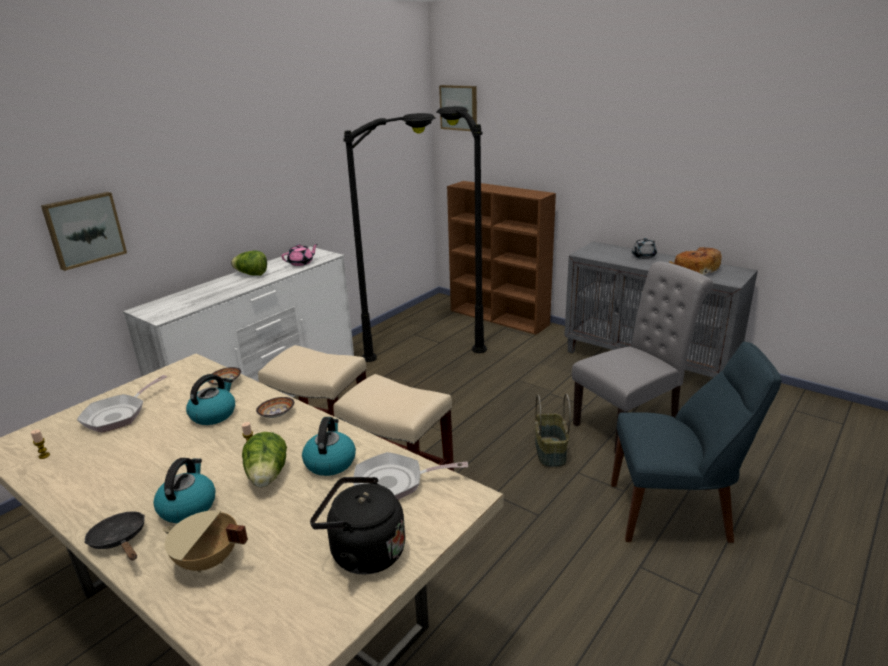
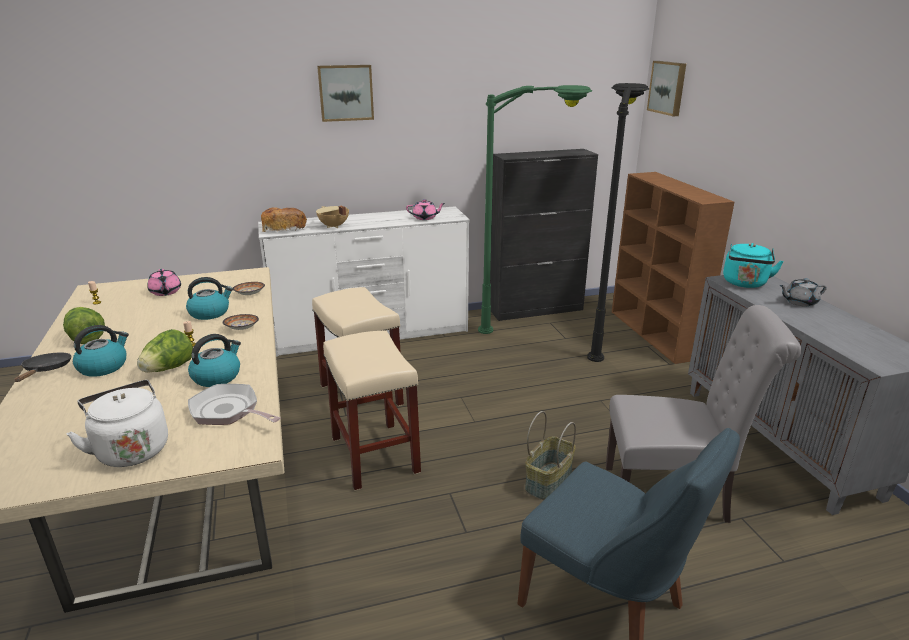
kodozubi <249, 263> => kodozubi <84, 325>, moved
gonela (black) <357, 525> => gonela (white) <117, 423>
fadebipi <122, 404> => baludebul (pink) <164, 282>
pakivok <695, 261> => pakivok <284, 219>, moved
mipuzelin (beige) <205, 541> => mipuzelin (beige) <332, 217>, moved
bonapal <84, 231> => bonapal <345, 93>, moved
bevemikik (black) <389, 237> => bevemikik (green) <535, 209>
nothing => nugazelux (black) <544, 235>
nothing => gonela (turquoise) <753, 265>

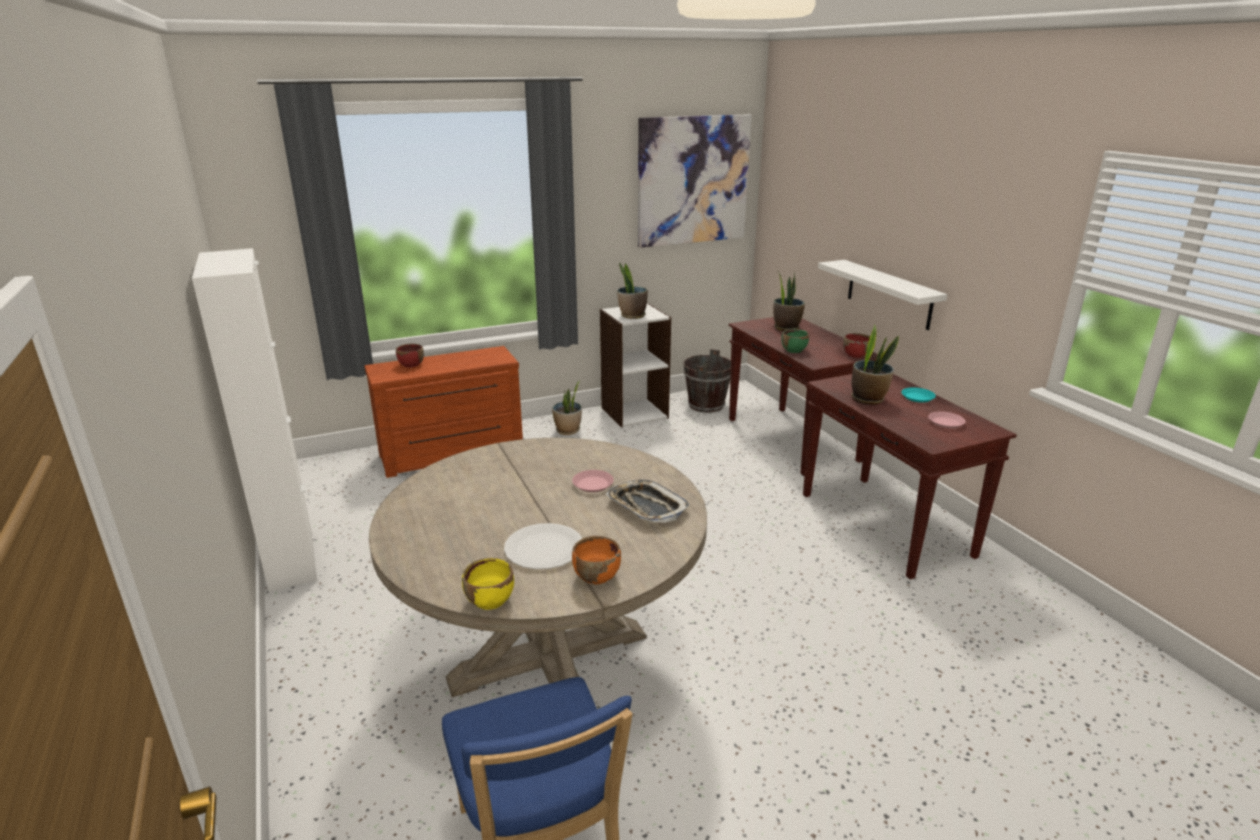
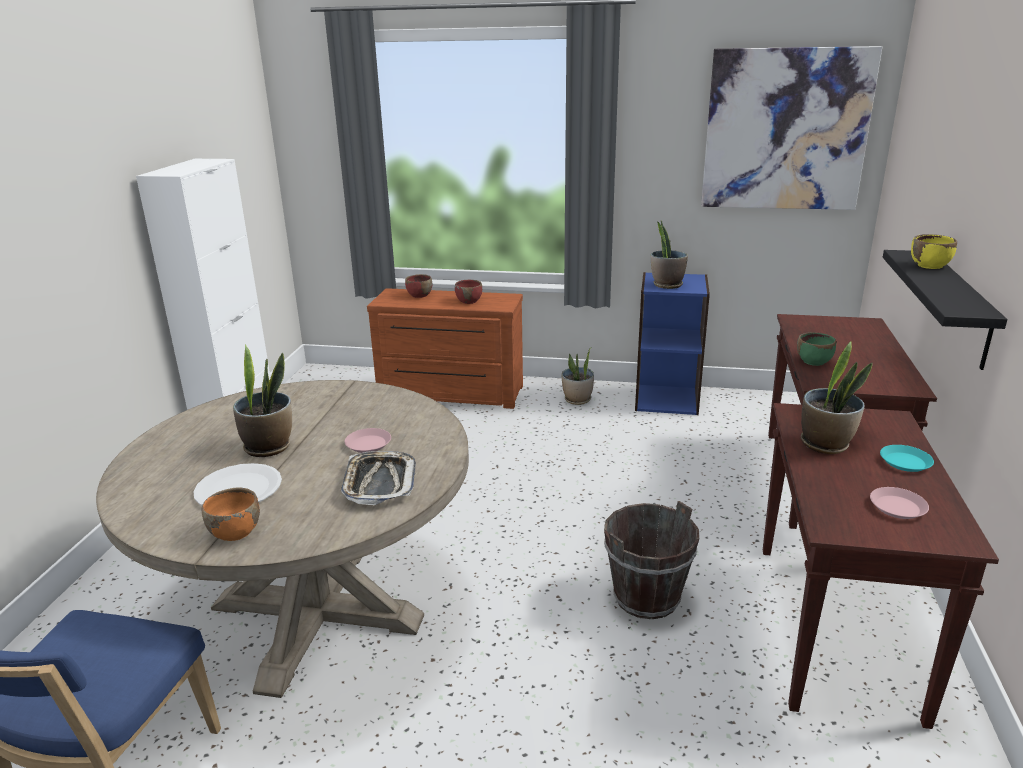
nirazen <789, 301> => nirazen <262, 401>, moved
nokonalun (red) <856, 345> => nokonalun (red) <468, 292>, moved
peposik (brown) <707, 381> => peposik (brown) <651, 560>, moved
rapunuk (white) <635, 365> => rapunuk (blue) <672, 343>
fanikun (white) <882, 295> => fanikun (black) <945, 310>
nokonalun (yellow) <488, 584> => nokonalun (yellow) <934, 251>, moved

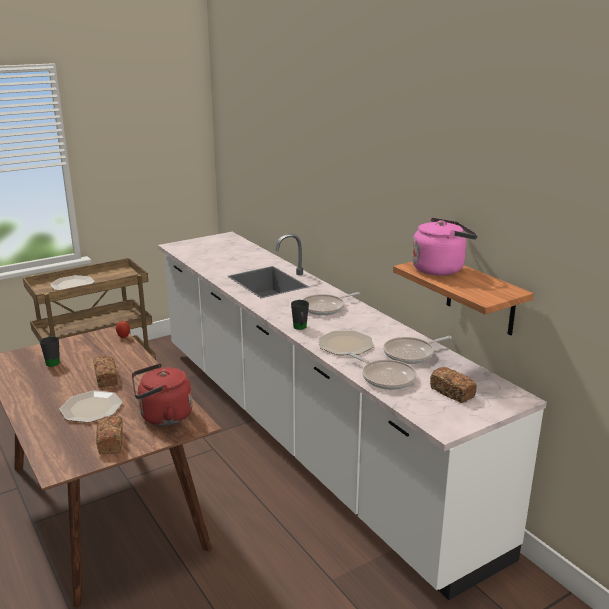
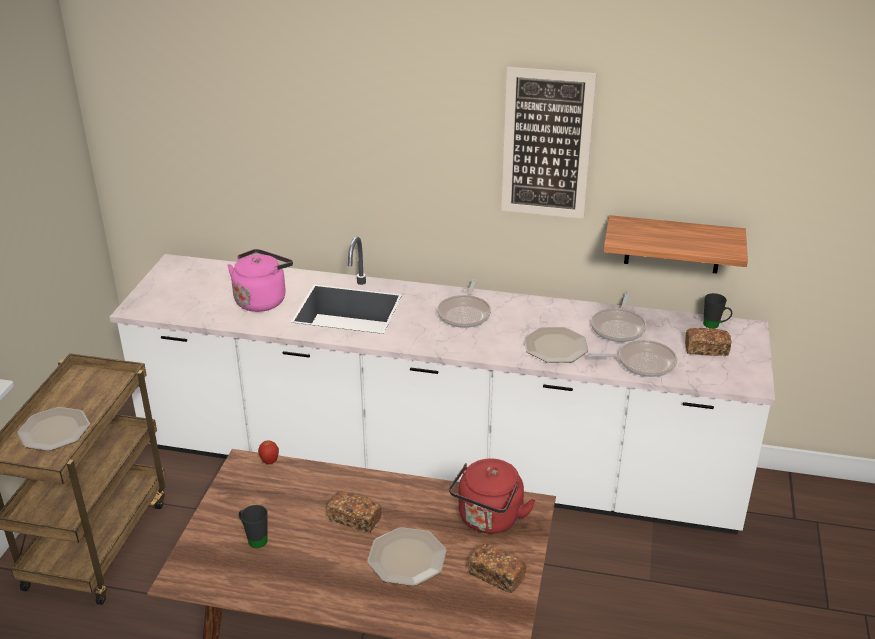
gonela (pink) <444, 246> => gonela (pink) <260, 280>, moved
nothing => bonapal <548, 143>
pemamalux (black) <300, 315> => pemamalux (black) <717, 311>, moved

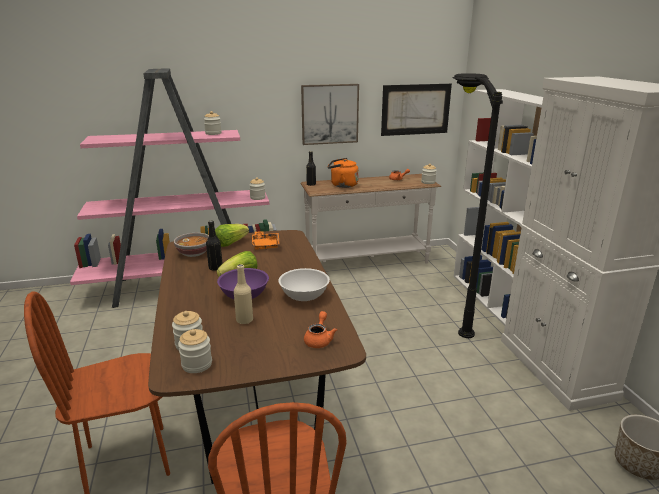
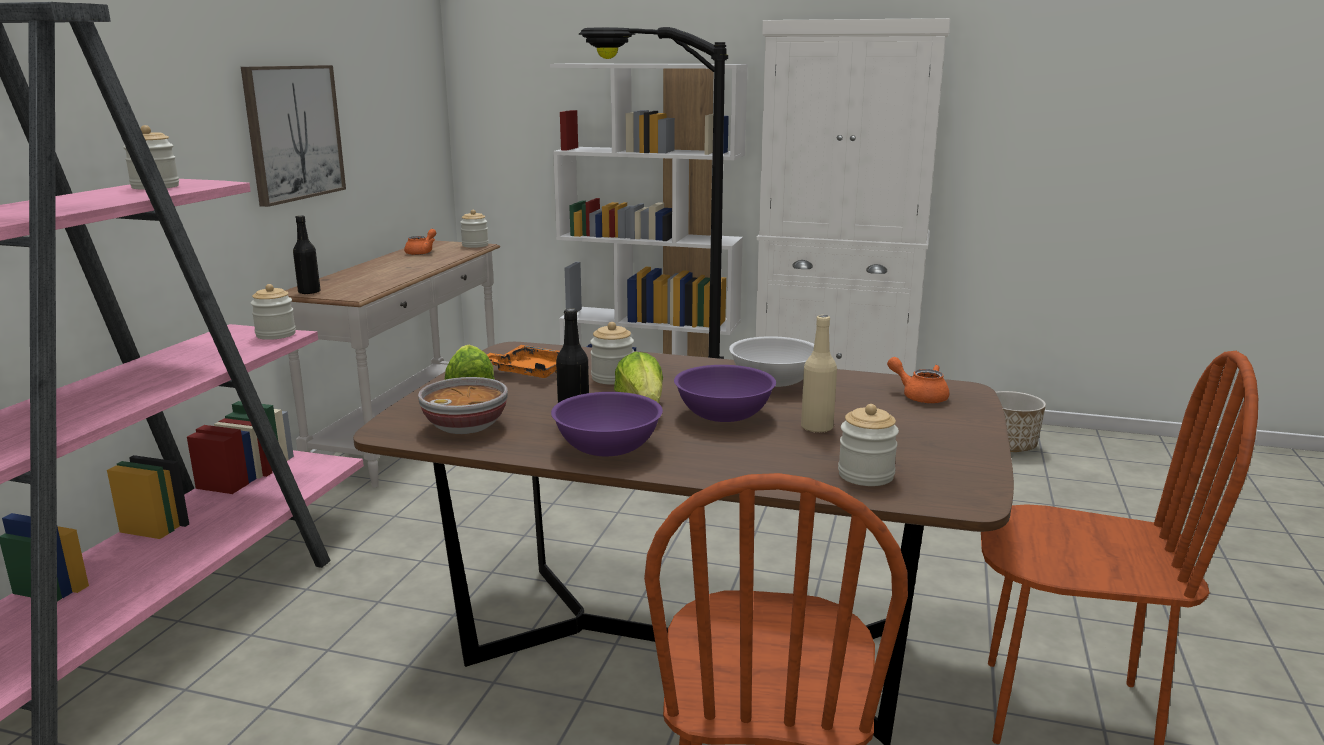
nothing => nokonalun (purple) <607, 424>
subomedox <195, 351> => subomedox <612, 353>, moved
gonela (orange) <343, 173> => nothing
bonapal <416, 110> => nothing

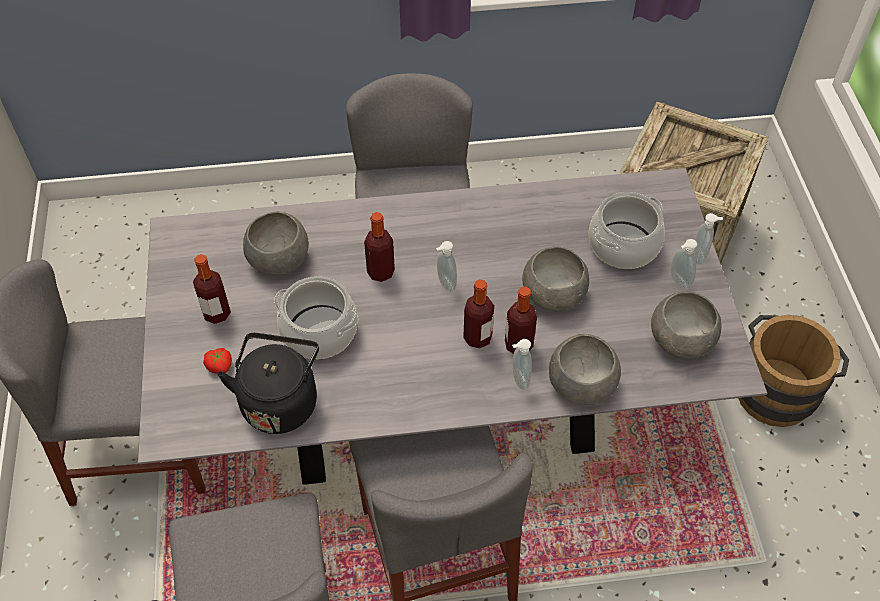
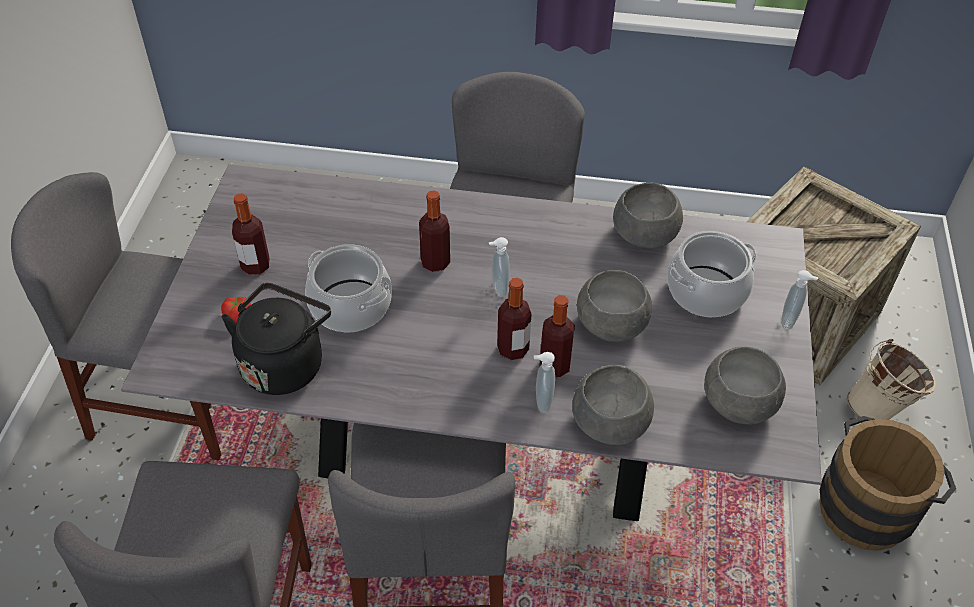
nokonalun (grey) <276, 243> => nokonalun (grey) <648, 215>, moved
nothing => peposik (beige) <891, 379>
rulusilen <684, 264> => nothing

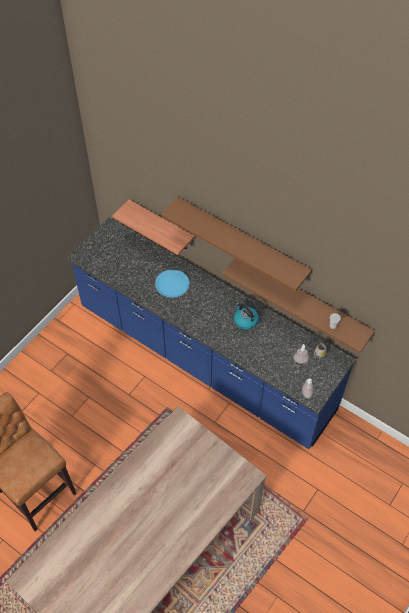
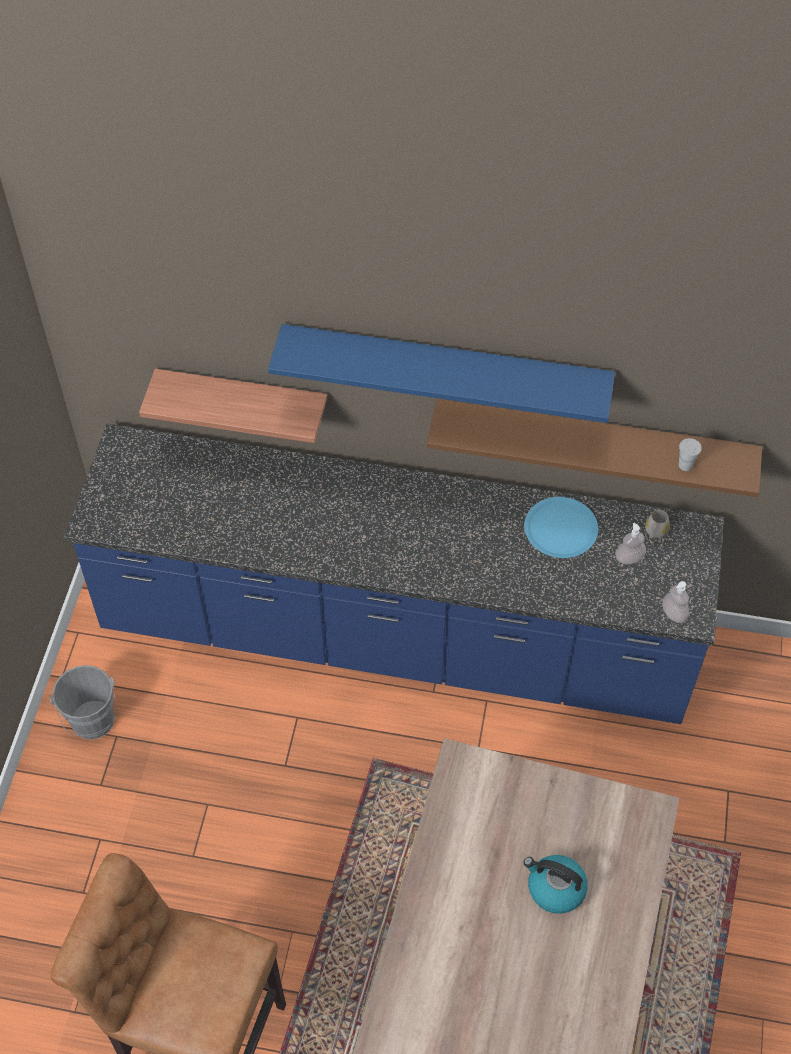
nothing => peposik (grey) <83, 702>
fanikun (brown) <236, 244> => fanikun (blue) <441, 373>
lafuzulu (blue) <172, 283> => lafuzulu (blue) <561, 527>, moved
gonela <246, 316> => gonela <556, 884>, moved

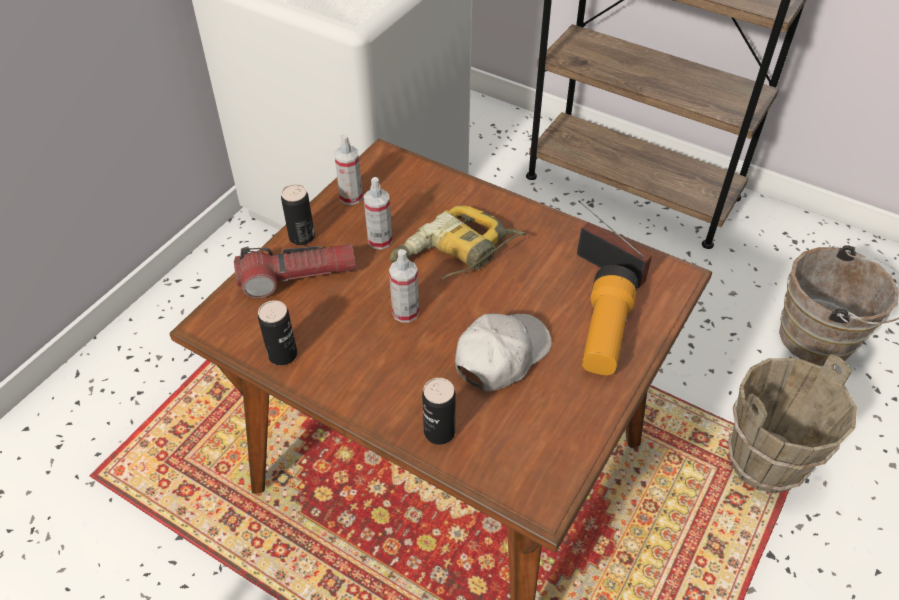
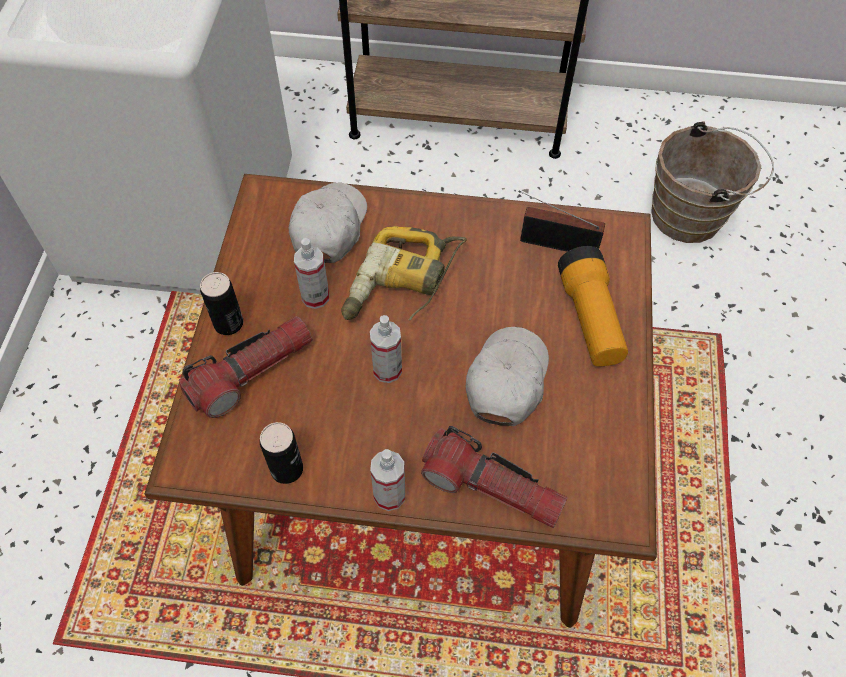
nothing => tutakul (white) <328, 223>
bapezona <348, 169> => bapezona <387, 480>, moved
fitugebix <439, 411> => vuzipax <494, 477>
peposik (brown) <792, 423> => nothing

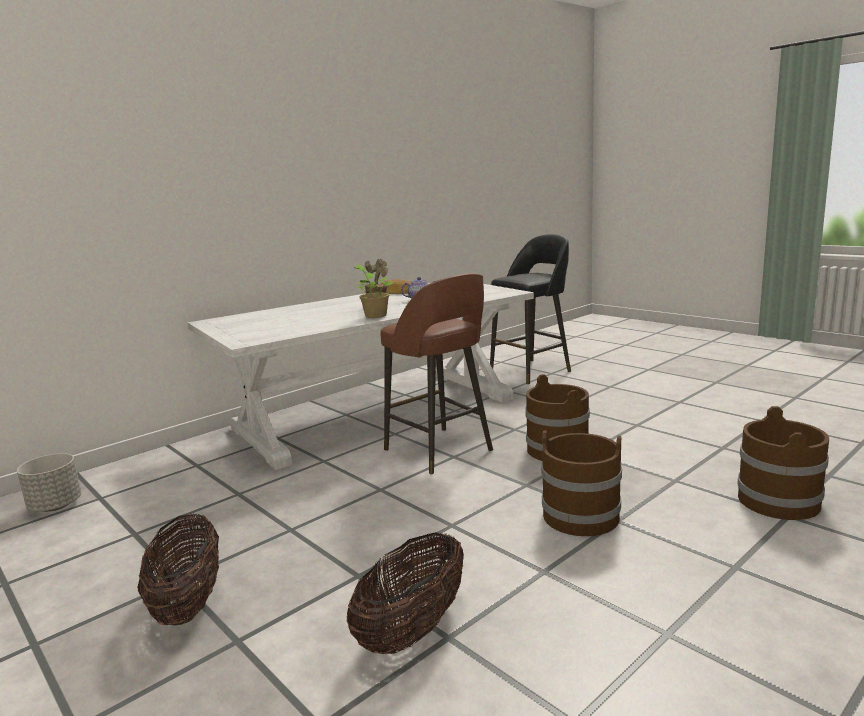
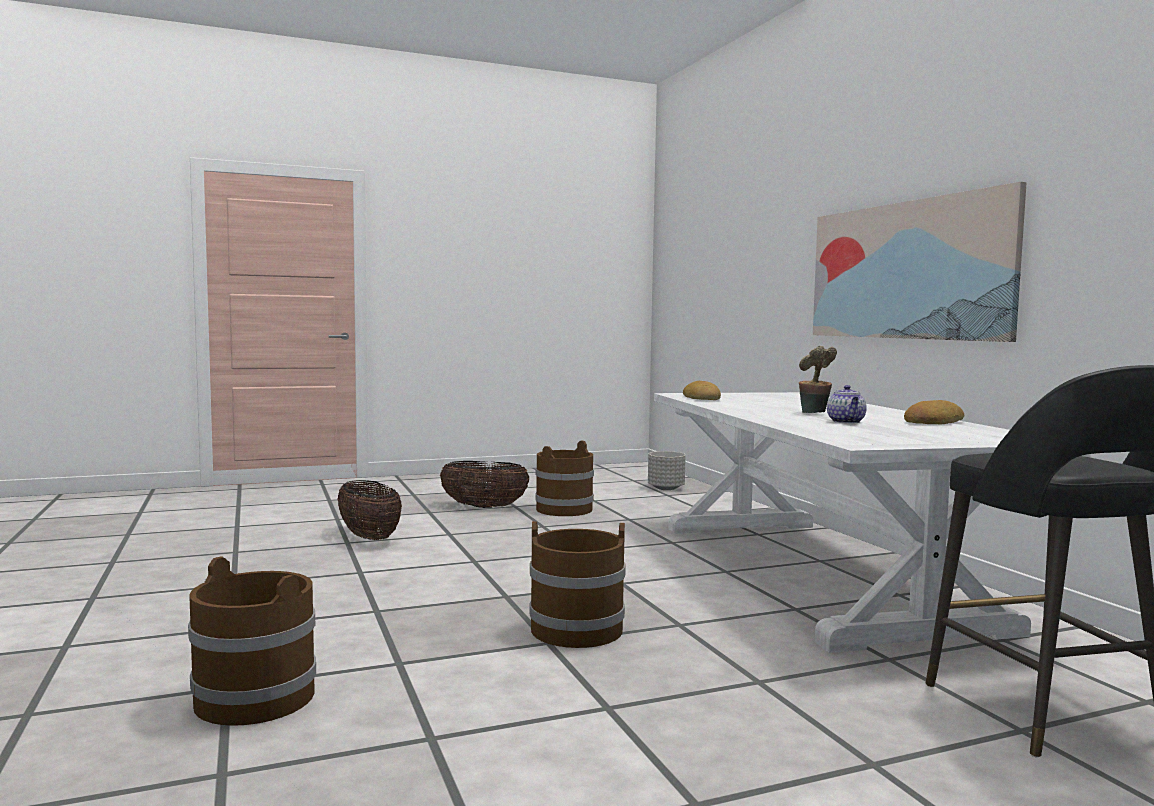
peposik (brown) <581, 483> => peposik (brown) <564, 478>, moved
nothing => pakivok <702, 390>
nothing => bonapal <920, 262>
nirazen <373, 291> => nothing
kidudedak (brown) <436, 374> => nothing

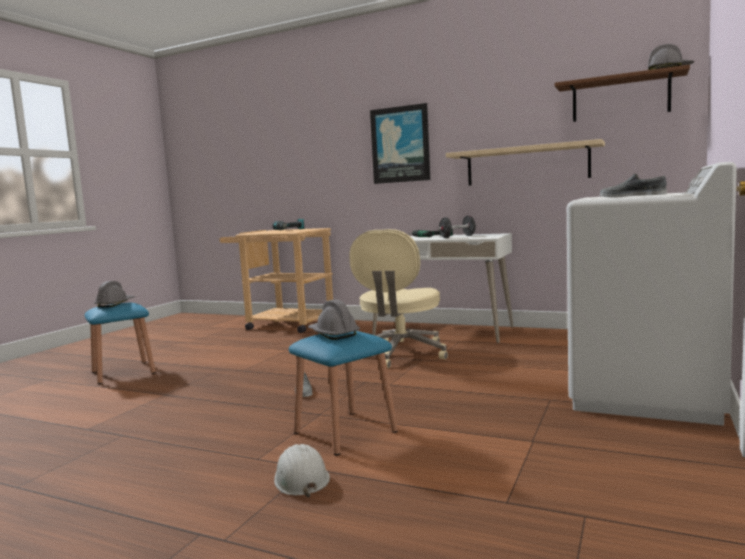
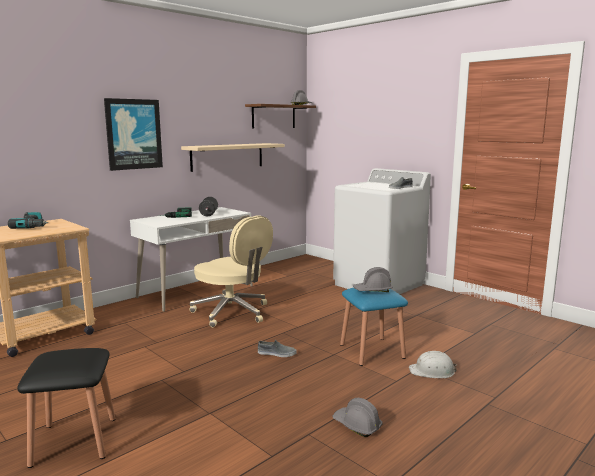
kidudedak (blue) <120, 343> => kidudedak (black) <66, 408>
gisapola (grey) <114, 294> => gisapola (grey) <357, 417>, moved

